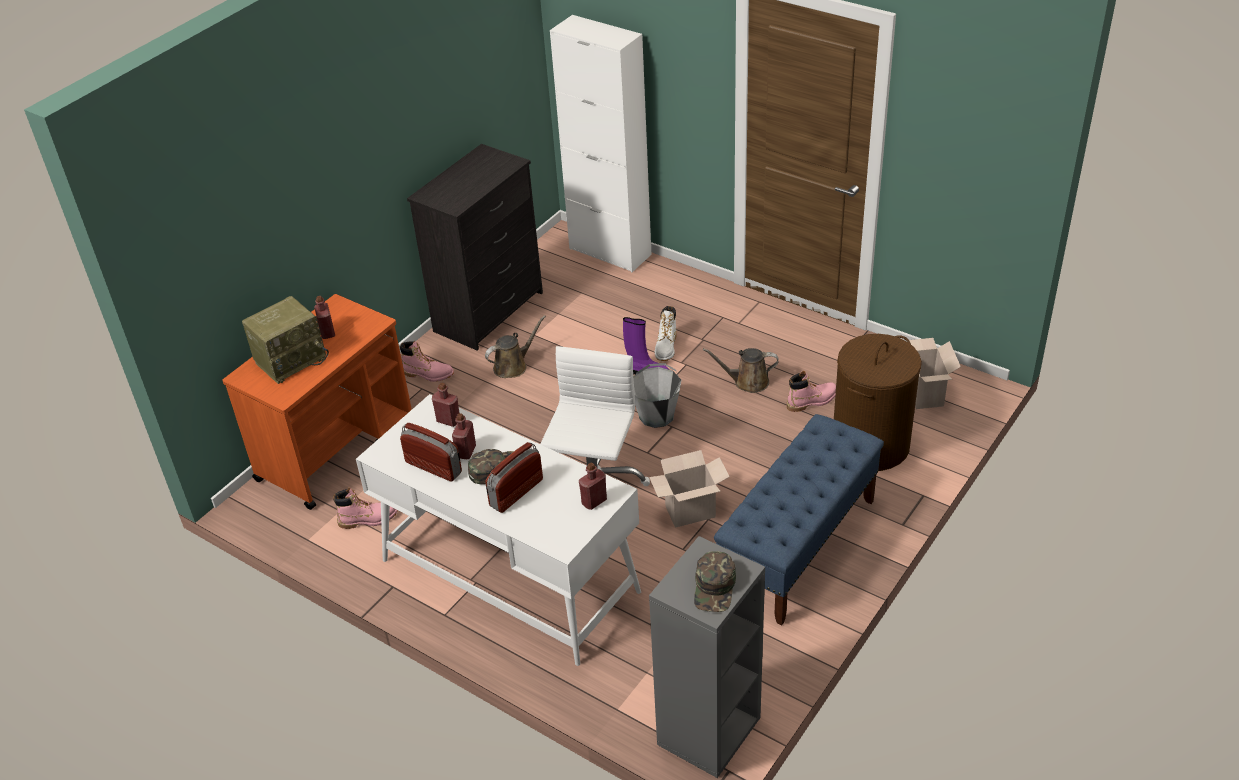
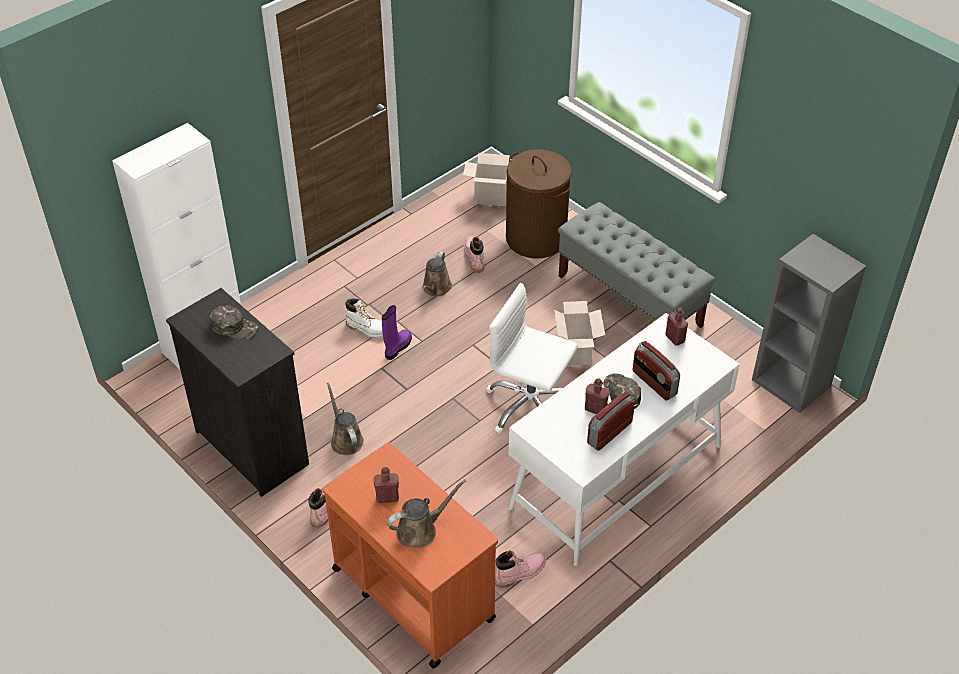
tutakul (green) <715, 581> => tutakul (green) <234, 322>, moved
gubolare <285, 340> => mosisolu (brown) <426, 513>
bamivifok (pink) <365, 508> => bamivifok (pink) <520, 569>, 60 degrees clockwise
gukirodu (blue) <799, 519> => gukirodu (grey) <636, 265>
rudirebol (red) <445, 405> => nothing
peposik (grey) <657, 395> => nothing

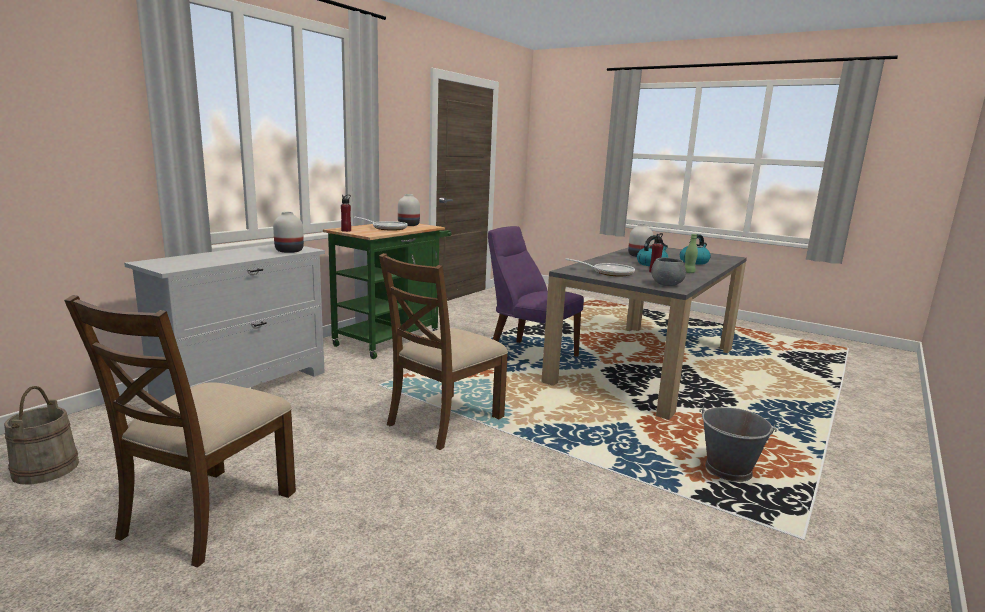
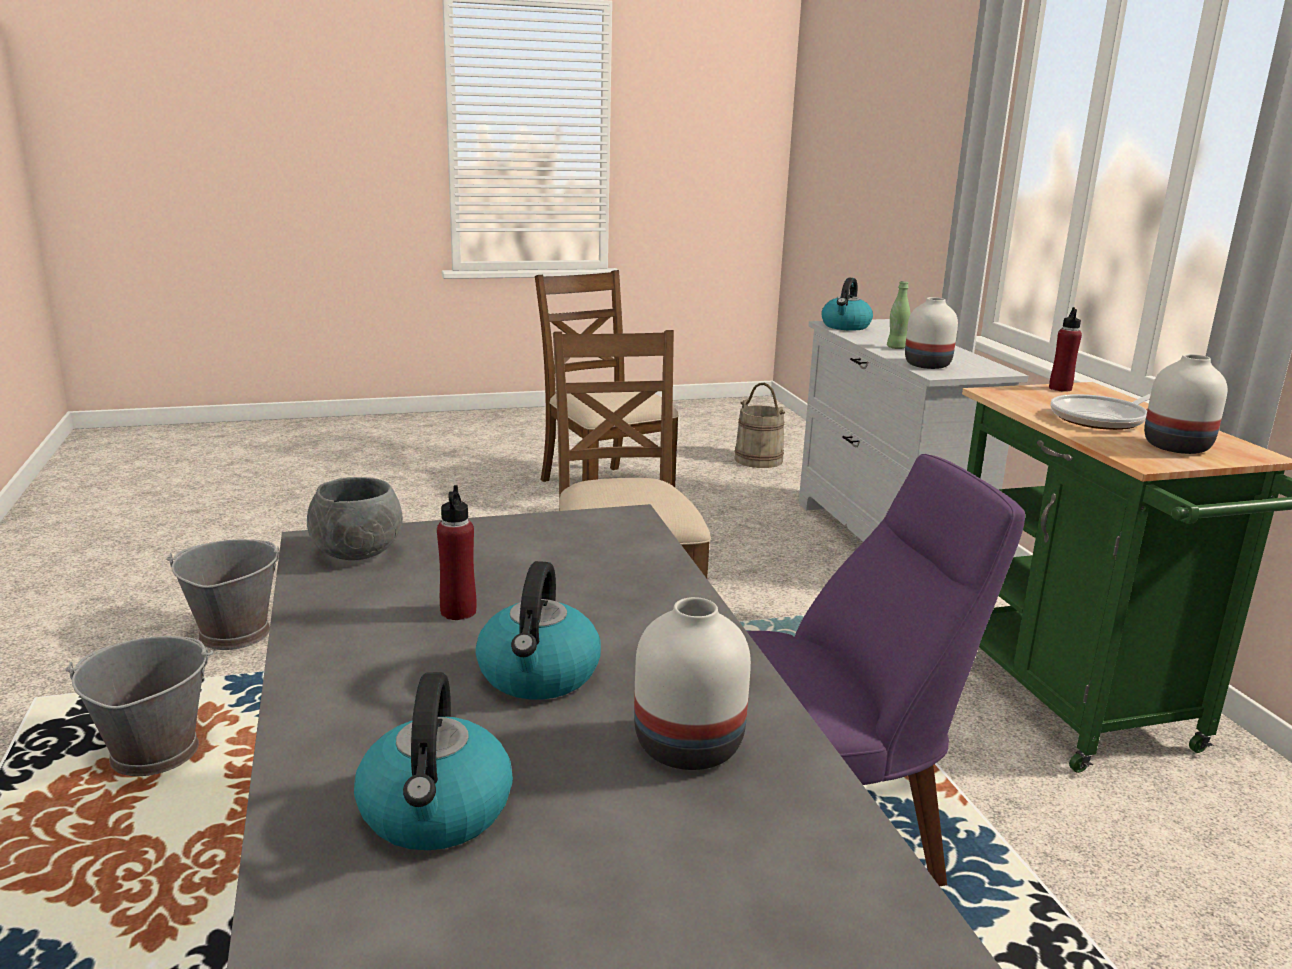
nothing => peposik (grey) <223, 594>
nothing => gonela <847, 304>
rudirebol (green) <691, 253> => rudirebol (green) <898, 315>, moved
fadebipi <600, 267> => nothing

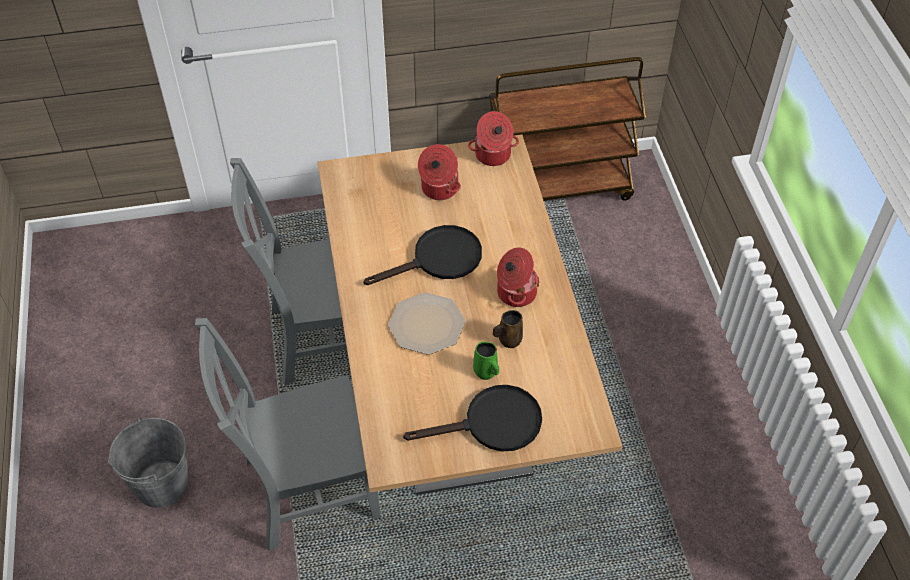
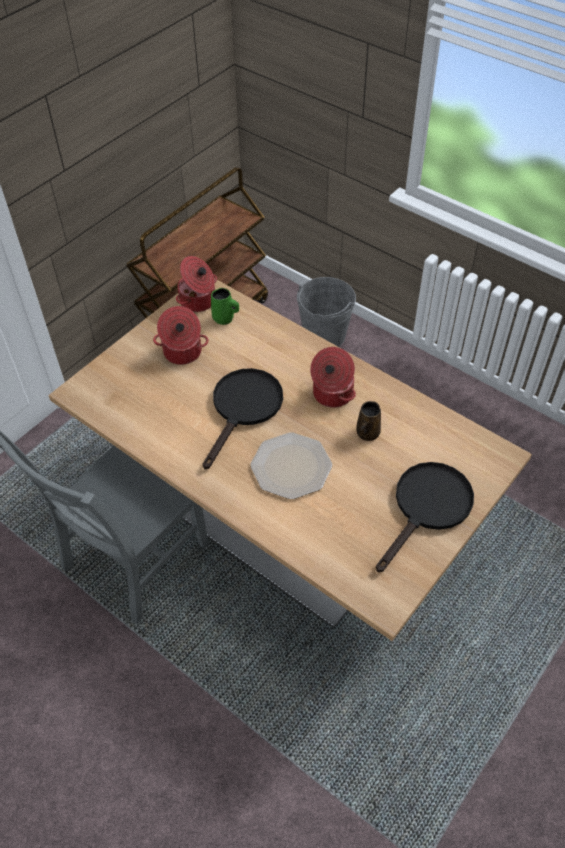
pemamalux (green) <486, 360> => pemamalux (green) <225, 306>, moved
peposik (grey) <148, 463> => peposik (grey) <326, 312>, moved
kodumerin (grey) <288, 434> => nothing

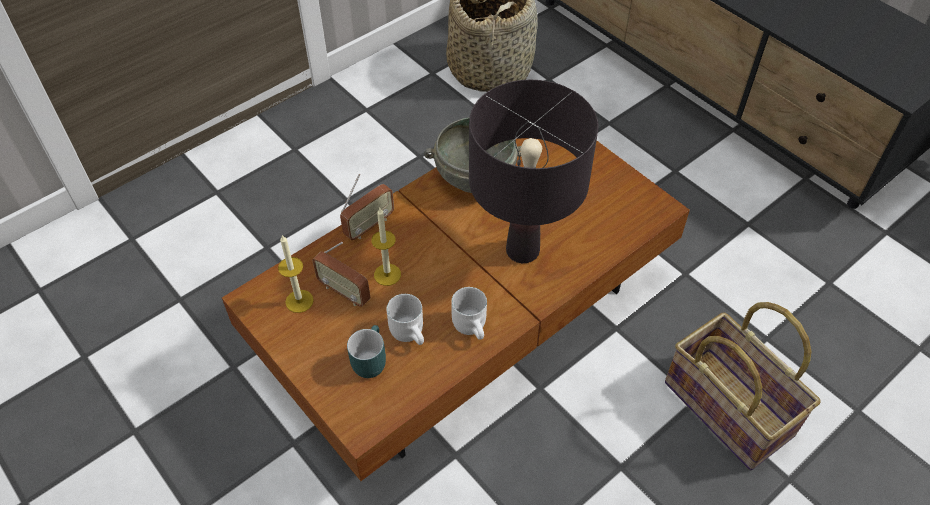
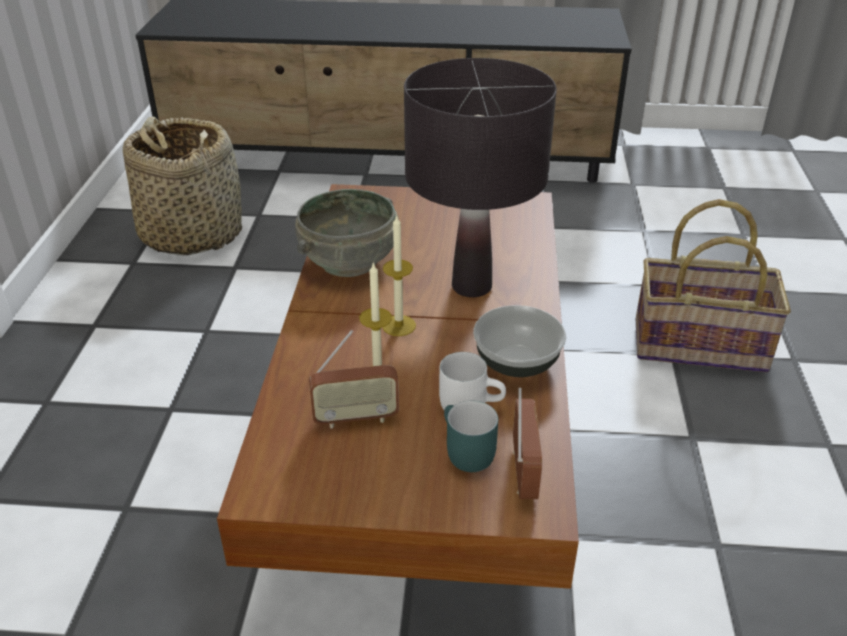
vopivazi <296, 274> => vopivazi <399, 275>, moved
pemamalux (white) <469, 313> => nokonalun <519, 341>
gubolare <367, 207> => gubolare <527, 443>, moved

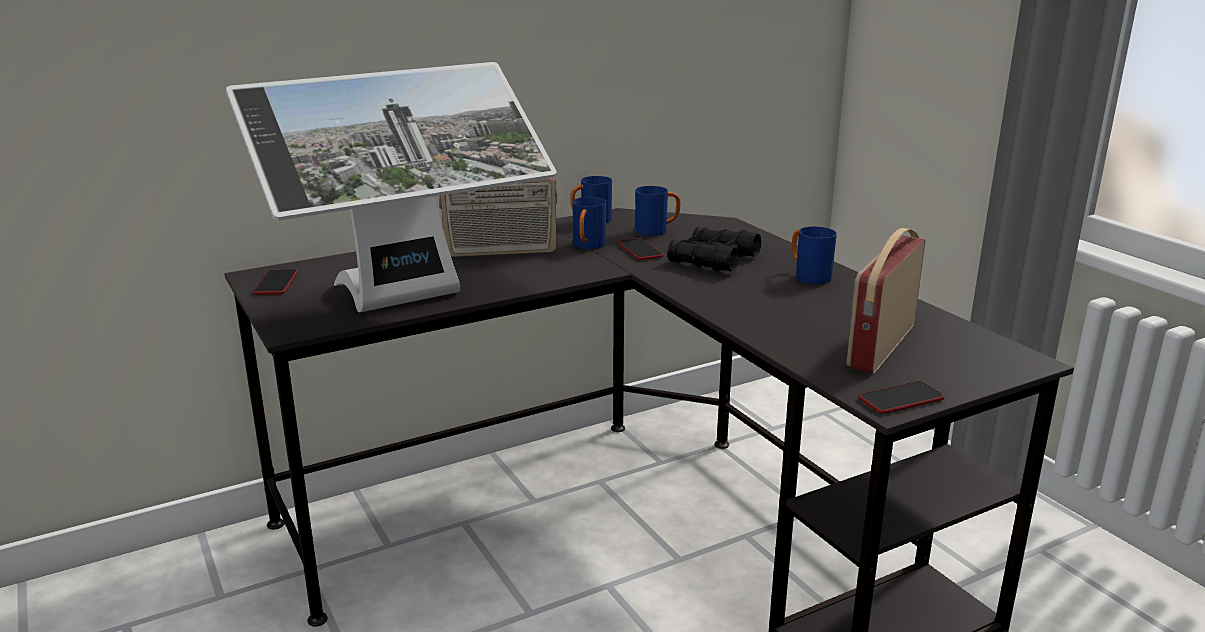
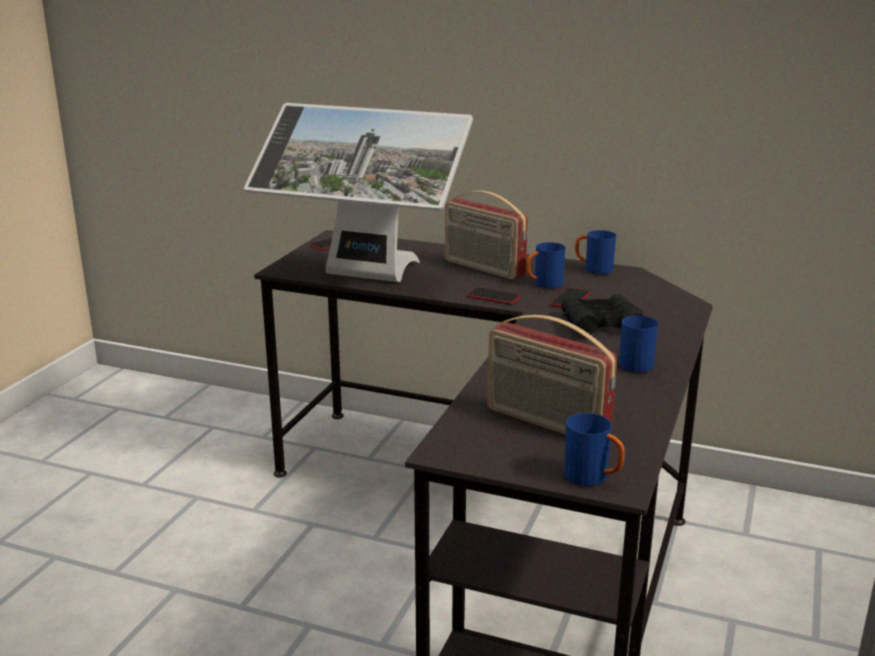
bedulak <901, 397> => bedulak <494, 295>, moved
gubolare <885, 300> => gubolare <552, 375>, 135 degrees counterclockwise
pemamalux (blue) <657, 211> => pemamalux (blue) <594, 449>, moved

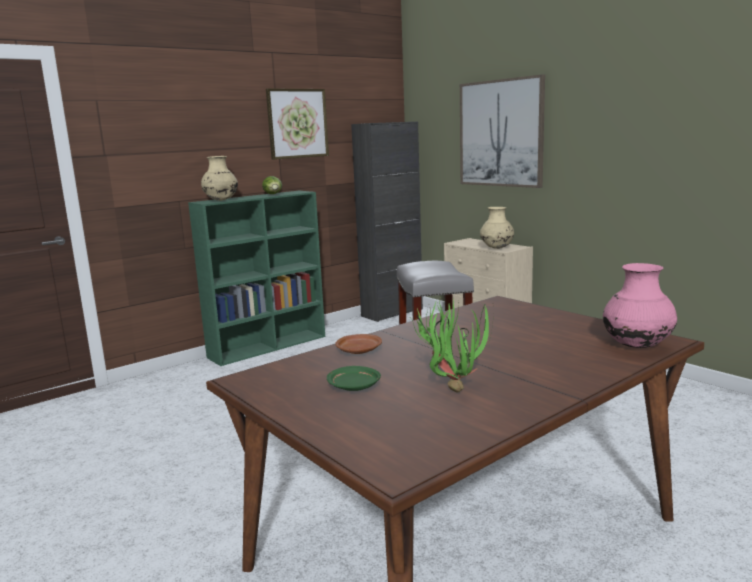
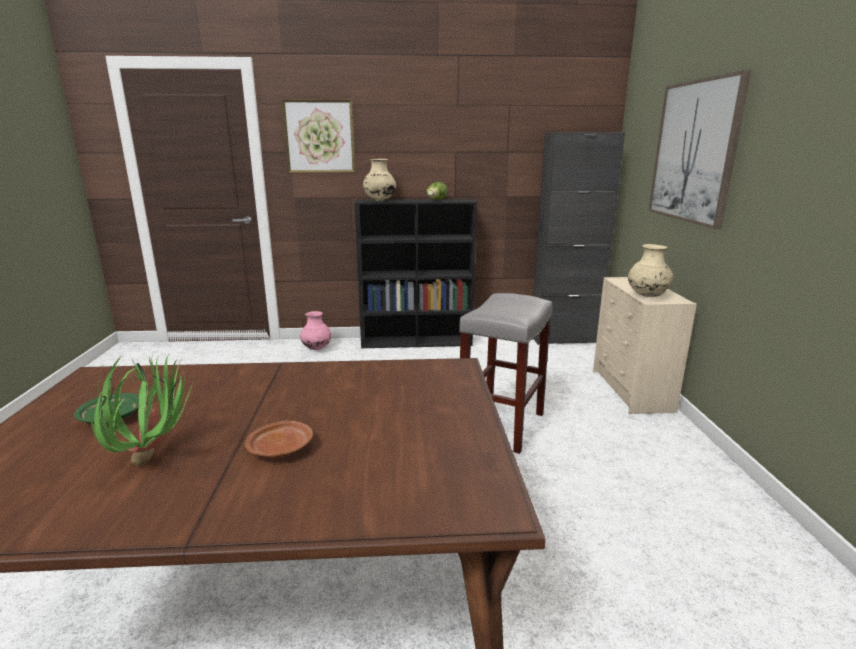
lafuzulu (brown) <358, 344> => lafuzulu (brown) <279, 439>, moved
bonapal <297, 124> => bonapal <318, 136>, moved
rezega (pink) <640, 305> => rezega (pink) <316, 330>, moved
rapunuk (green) <256, 278> => rapunuk (black) <416, 273>

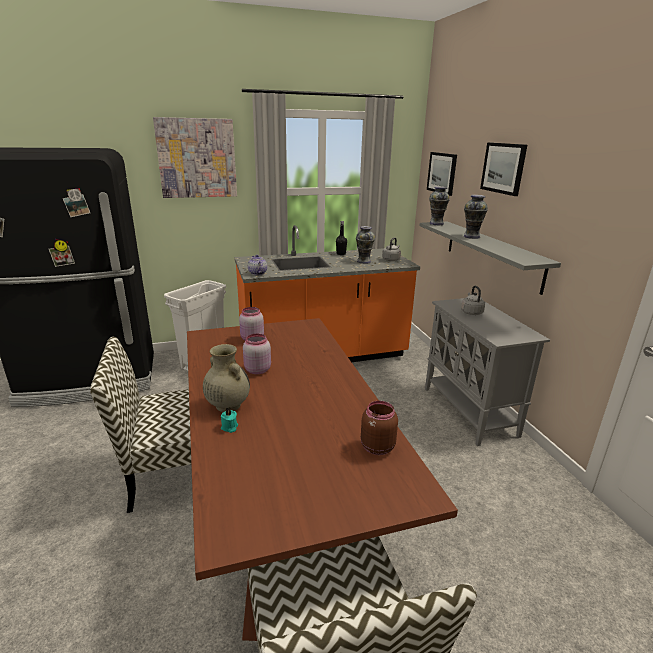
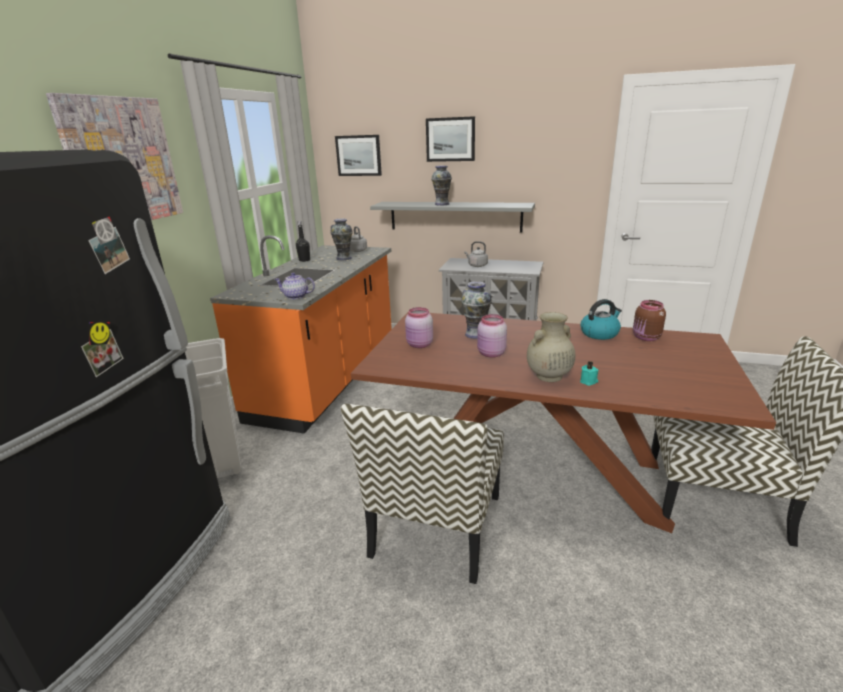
rezega <439, 205> => rezega <476, 310>, moved
nothing => gonela <601, 319>

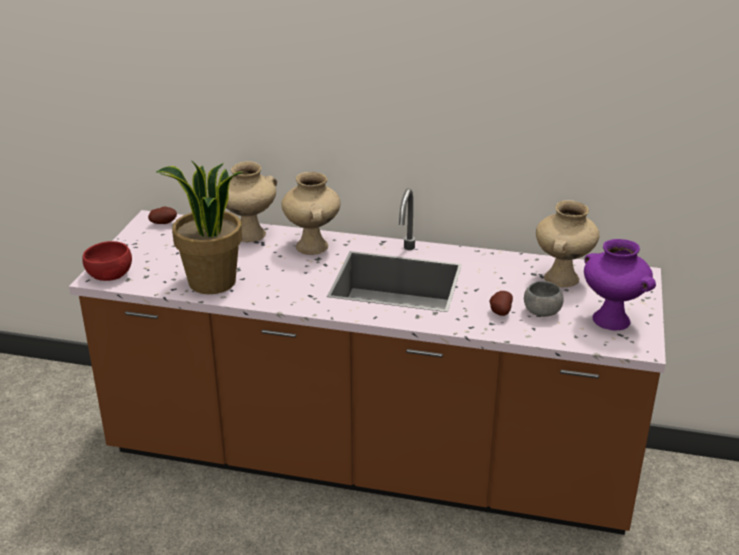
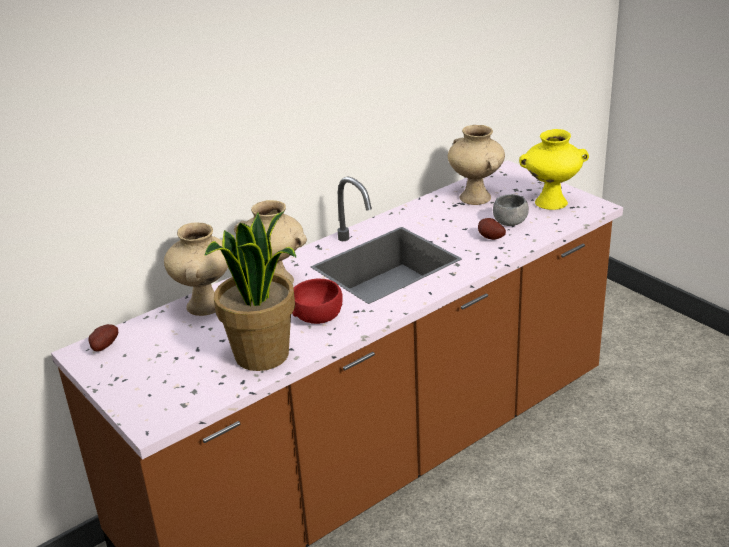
nokonalun (red) <107, 261> => nokonalun (red) <317, 301>, moved
rezega (purple) <620, 284> => rezega (yellow) <554, 169>

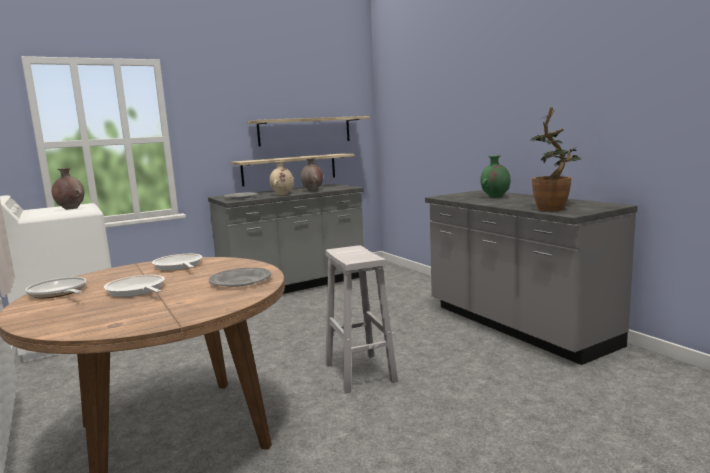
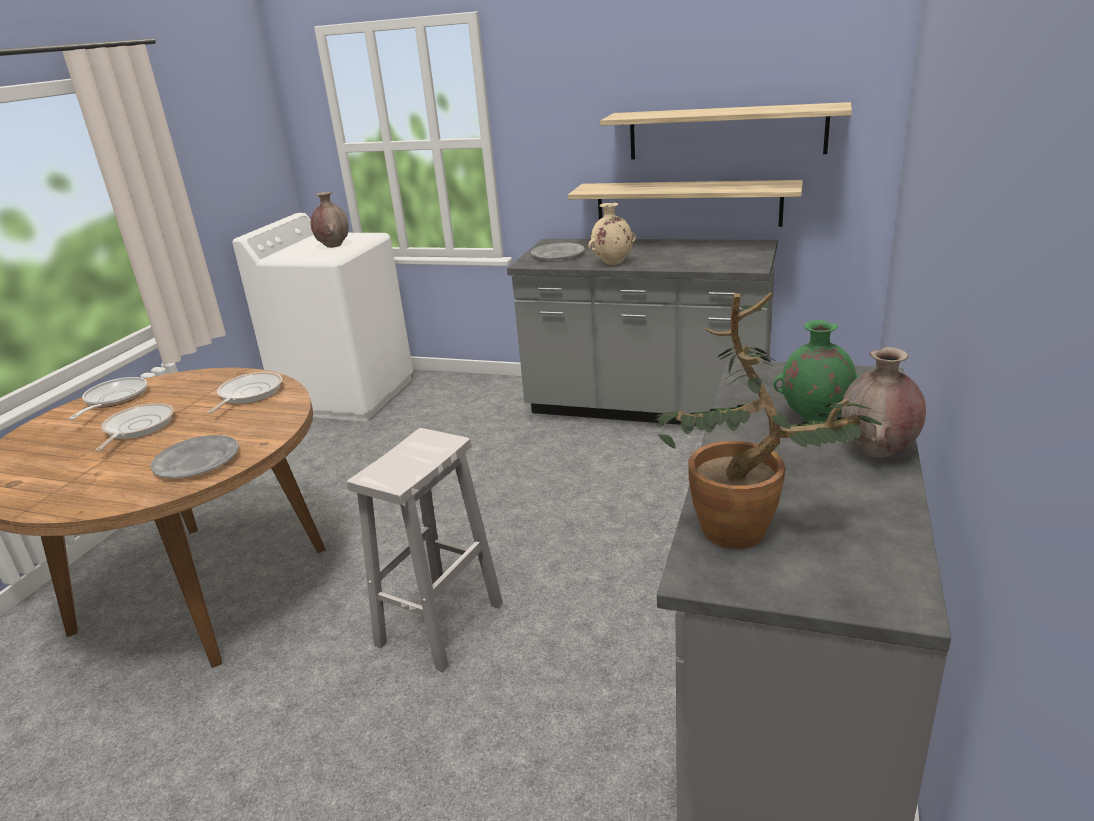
rezega (brown) <311, 174> => rezega (brown) <883, 402>, moved

